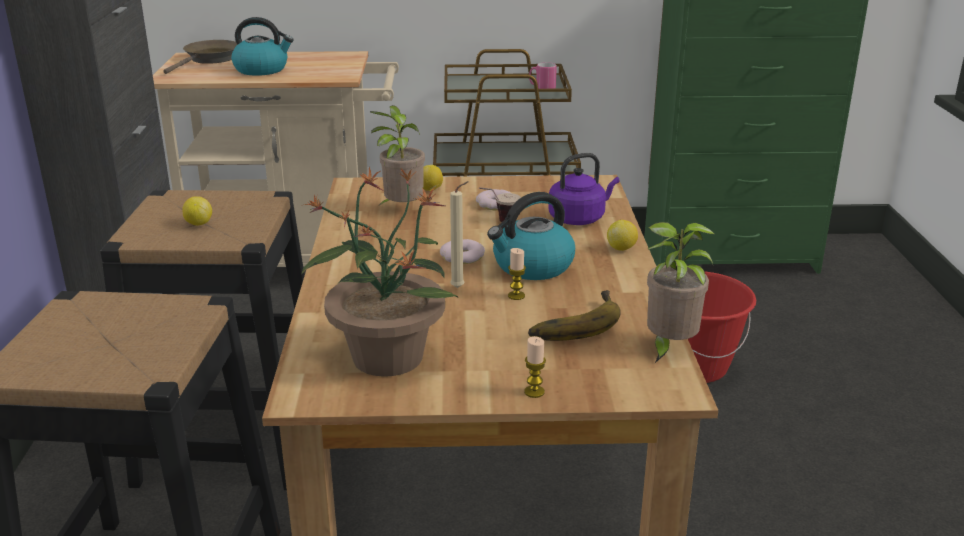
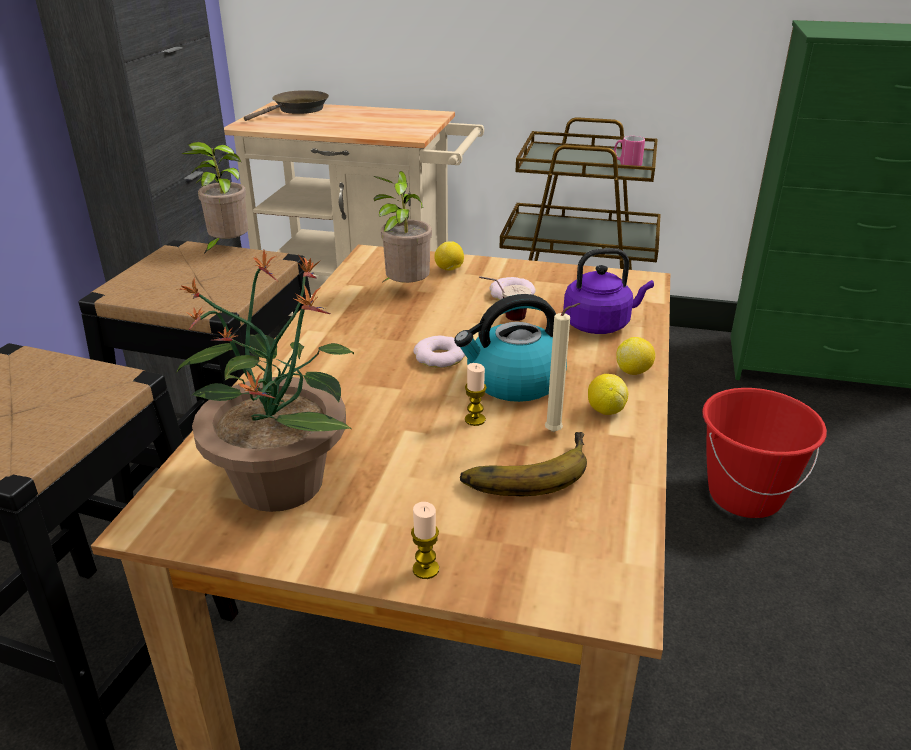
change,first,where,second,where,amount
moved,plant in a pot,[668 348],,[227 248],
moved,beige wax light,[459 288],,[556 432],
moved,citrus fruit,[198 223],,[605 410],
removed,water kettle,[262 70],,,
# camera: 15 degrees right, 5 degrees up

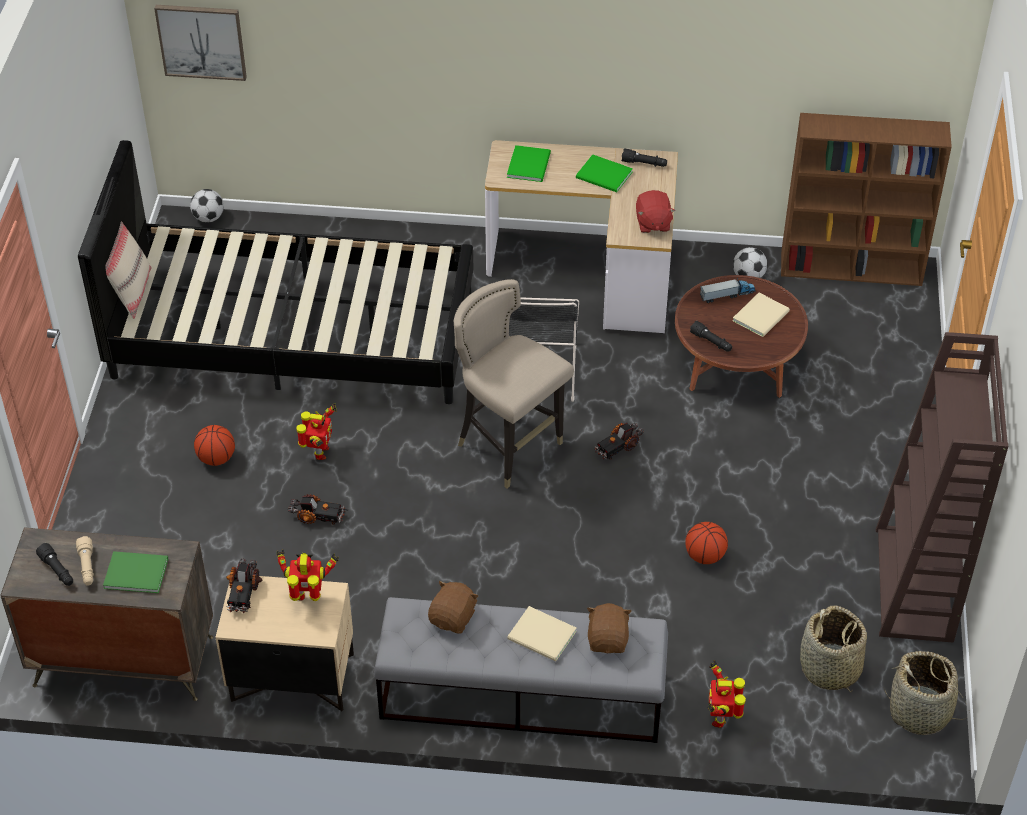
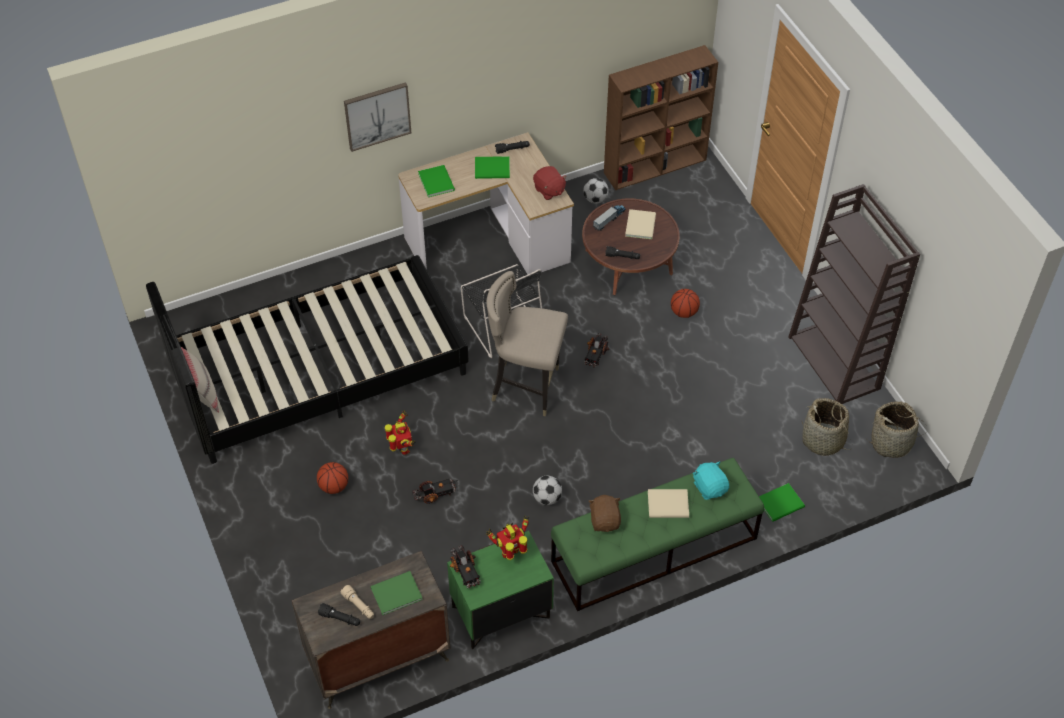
change,first,where,second,where,amount
moved,wall art,[201 41],,[377 115],
recoloured,beige night table,[291 679],greenish night table,[501 613],
moved,football ball,[209 218],,[547 498],
recoloured,greyish indoor bench,[520 695],greenish indoor bench,[653 550],
moved,ball for basketball,[705 556],,[684 312],
recoloured,brown cuddly toy,[608 640],turquoise cuddly toy,[710 487],
replaced,model robot,[720 717],greenish bound book,[782 503],
# camera: 30 degrees left, 5 degrees up

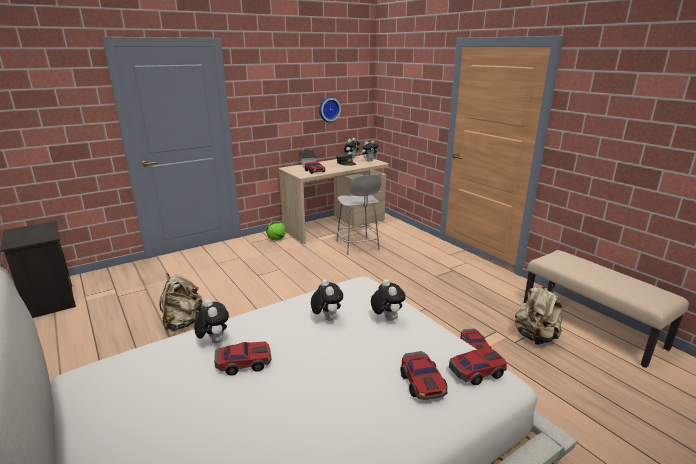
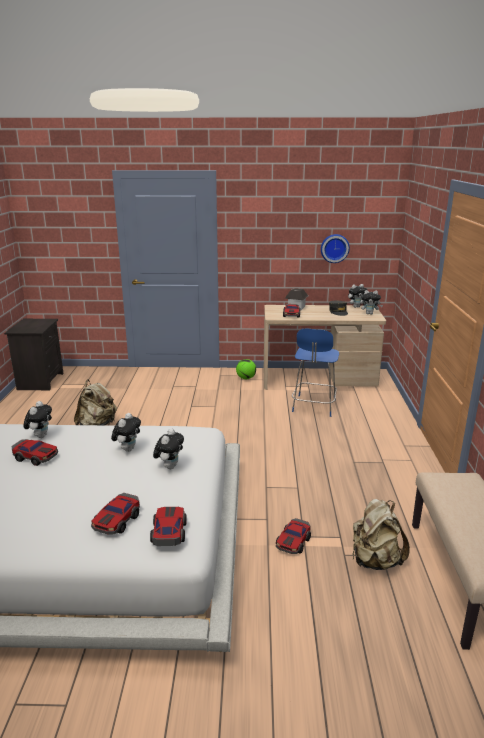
change,first,where,second,where,amount
turned,model car,[476 371],,[168 533],105 degrees counterclockwise
recoloured,greyish upright chair,[358 246],blue-coloured upright chair,[313 406],
# camera: 35 degrees right, 0 degrees up

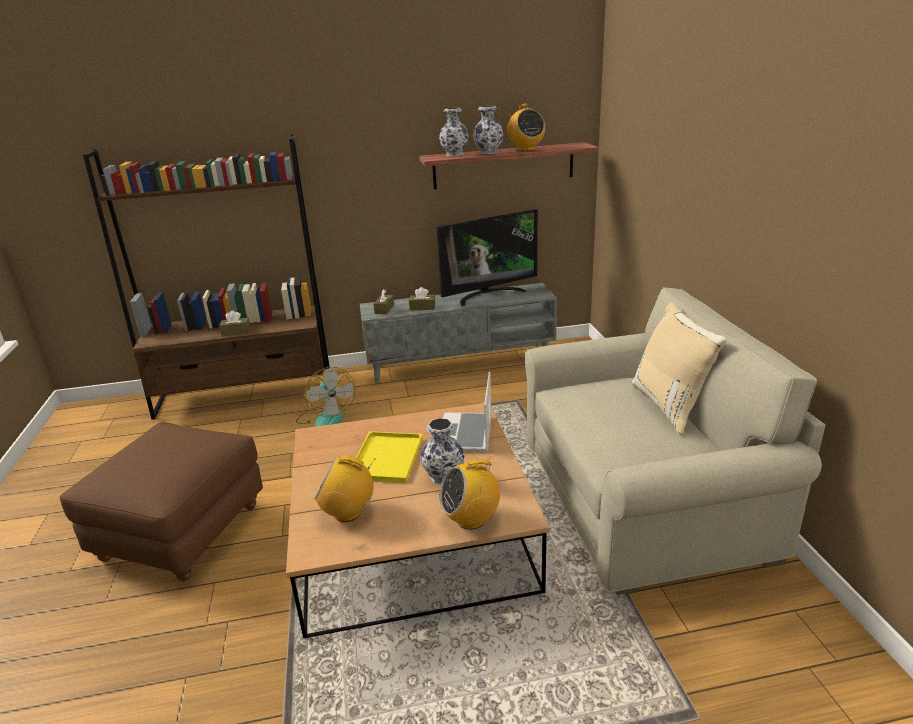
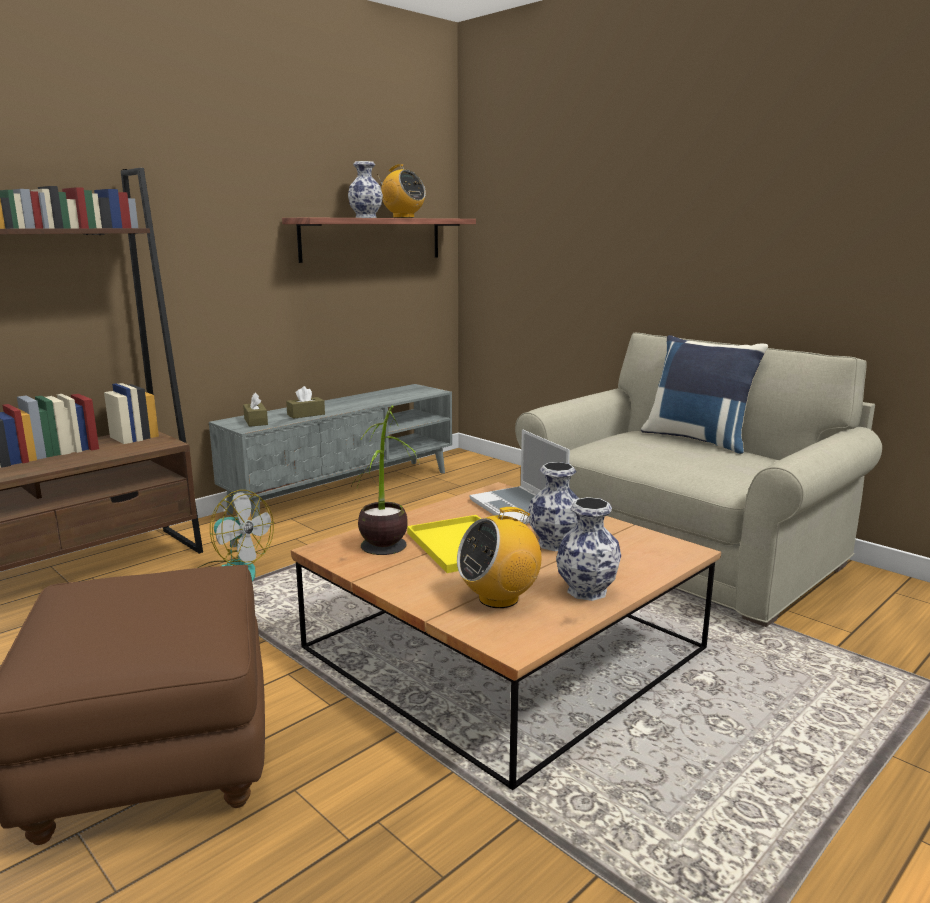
change,first,where,second,where,amount
added,,,plant in a pot,[385 557],
moved,decorative vase,[454 154],,[588 591],
recoloured,beige throw pillow,[670 405],blue-coloured throw pillow,[698 439],
removed,brown tissue box,[236 332],,,
removed,TV,[488 294],,,
removed,radio receiver,[471 519],,,
# camera: 35 degrees left, 10 degrees down

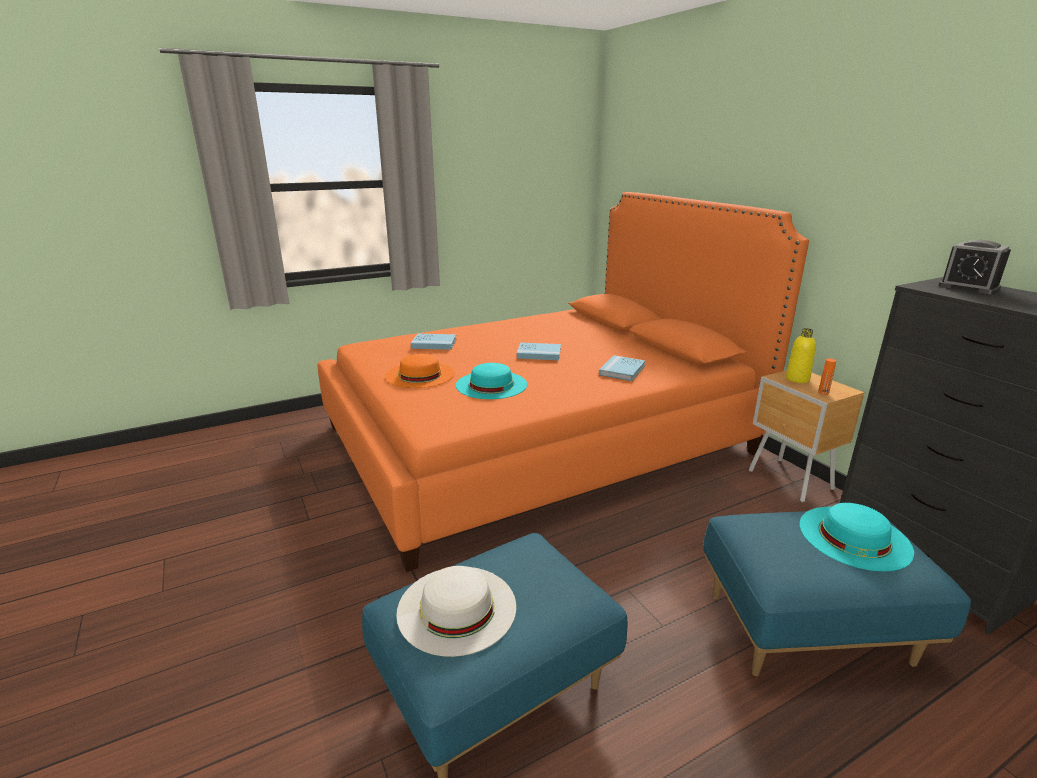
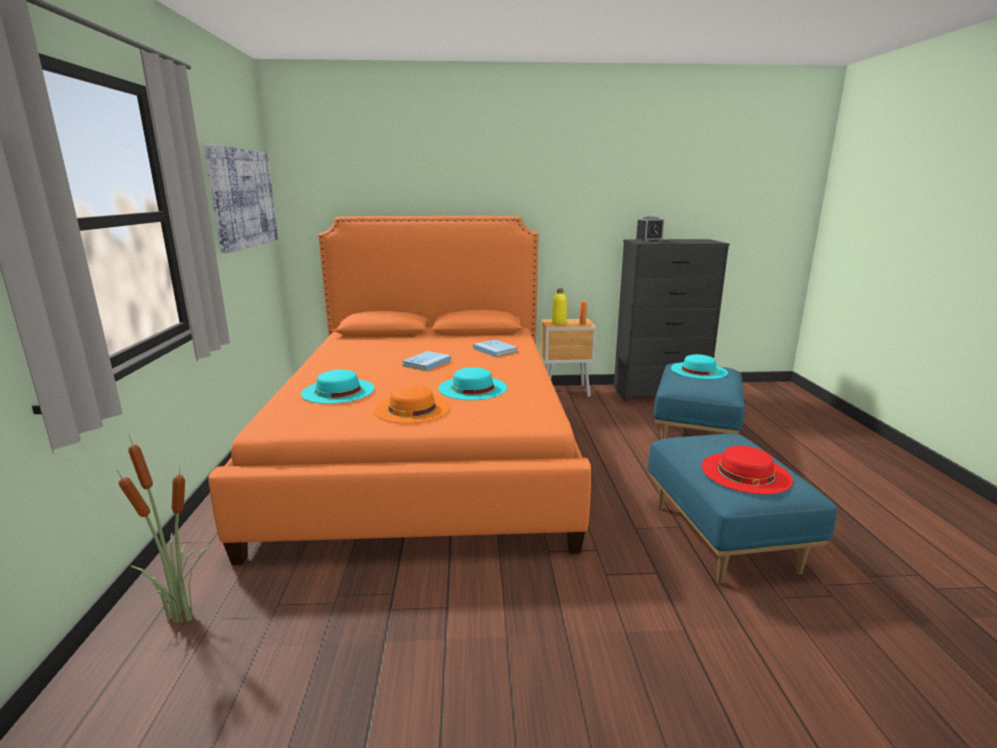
change,first,where,second,where,amount
added,,,plant in a pot,[182 614],
added,,,wall art,[241 198],
replaced,blue-coloured bound book,[434 344],turquoise clothing hat,[338 391],
recoloured,white clothing hat,[456 608],red clothing hat,[745 472],
# camera: 65 degrees left, 5 degrees down

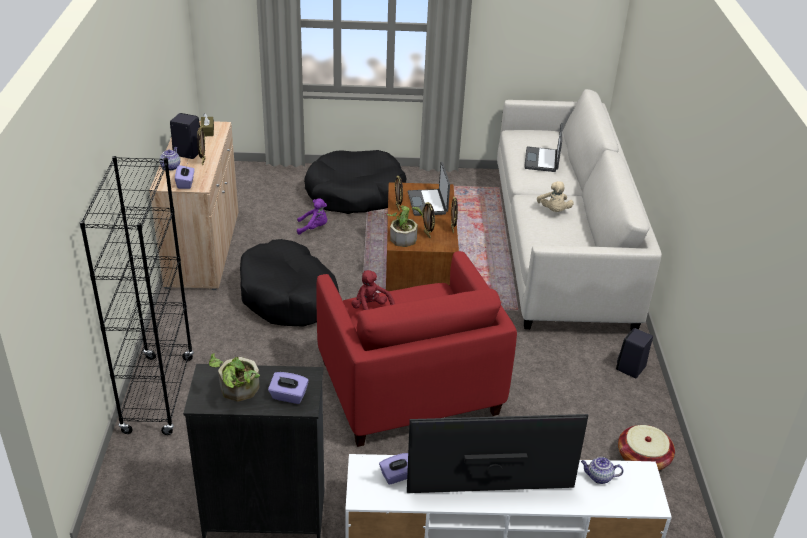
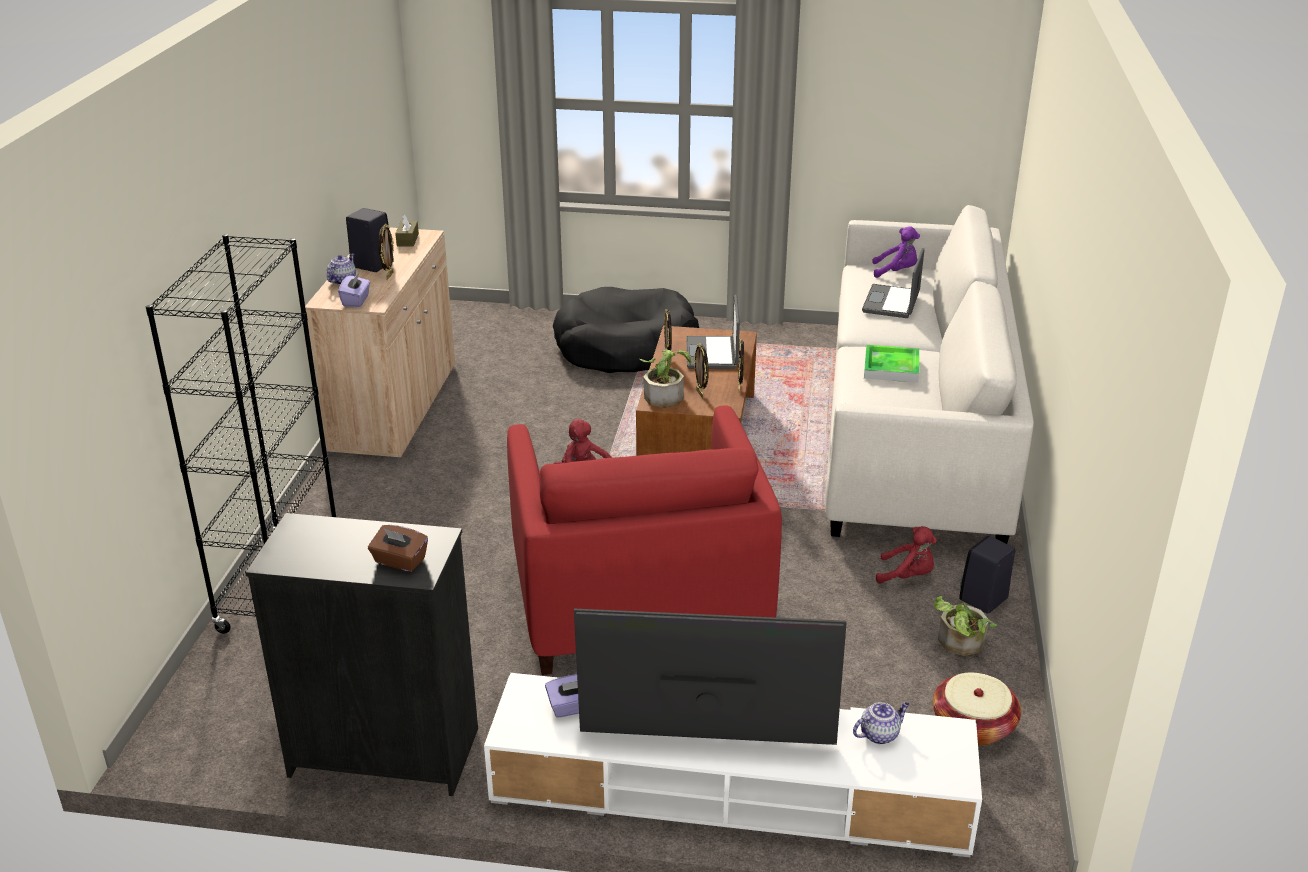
change,first,where,second,where,amount
recoloured,purple tissue box,[288 396],brown tissue box,[399 561],
turned,pot for tea,[599 477],,[879 734],135 degrees clockwise
replaced,beige cuddly toy,[553 211],tray,[891 368],
moved,purple cuddly toy,[314 228],,[896 272],
added,,,red cuddly toy,[907 576],
moved,plant in a pot,[237 392],,[959 645],
removed,blackish dog bed,[289 296],,,
# camera: 10 degrees right, 5 degrees down

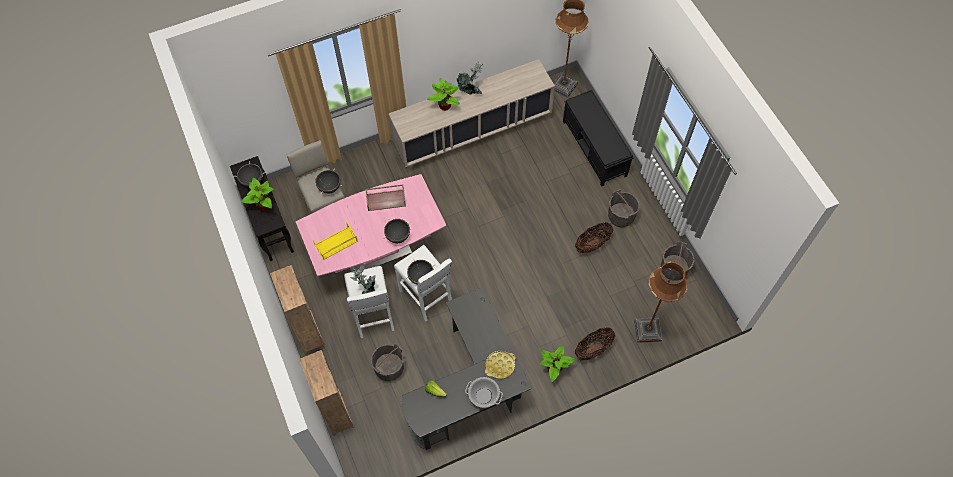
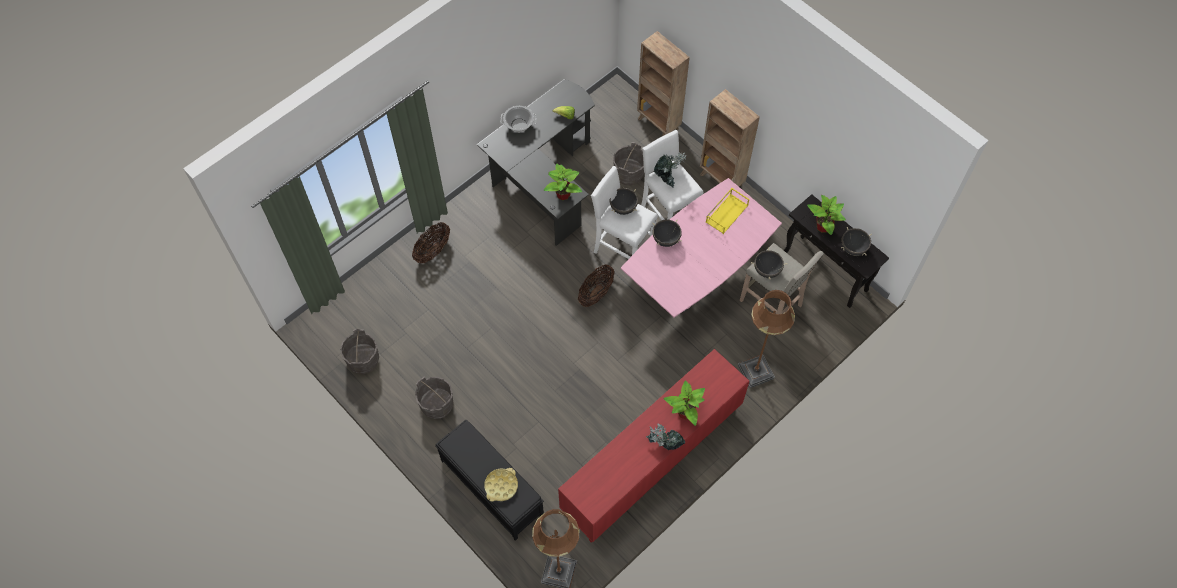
change,first,where,second,where,amount
moved,yellowish tray,[500 366],,[501 486],
moved,plant in a pot,[554 369],,[563 194],
recoloured,beige cabinet,[472 132],red cabinet,[652 460],
moved,household basket,[592 244],,[596 293],
moved,brown floor lamp,[647 330],,[755 372],
removed,brown tray,[386 199],,,
# camera: 160 degrees right, 0 degrees up

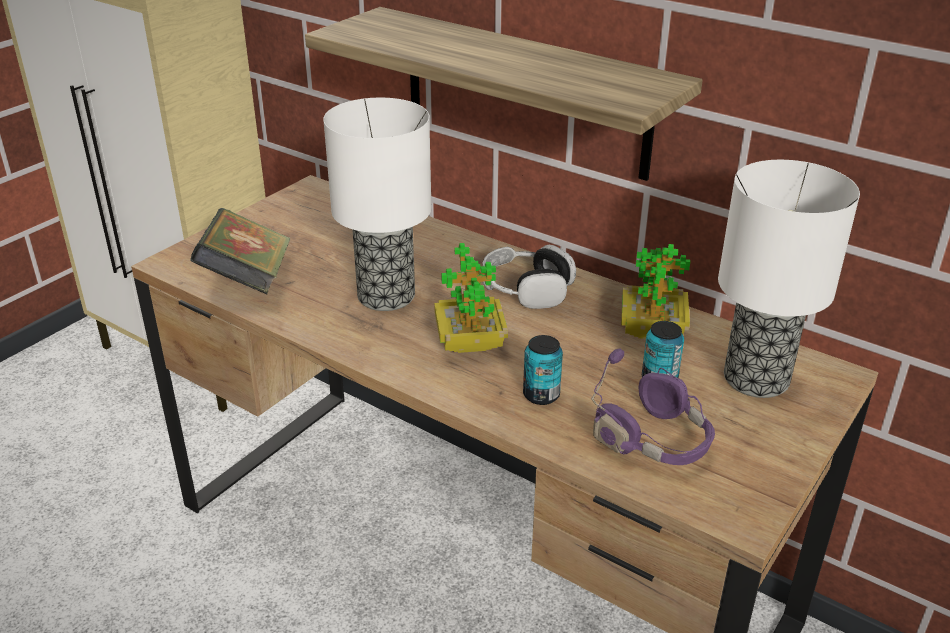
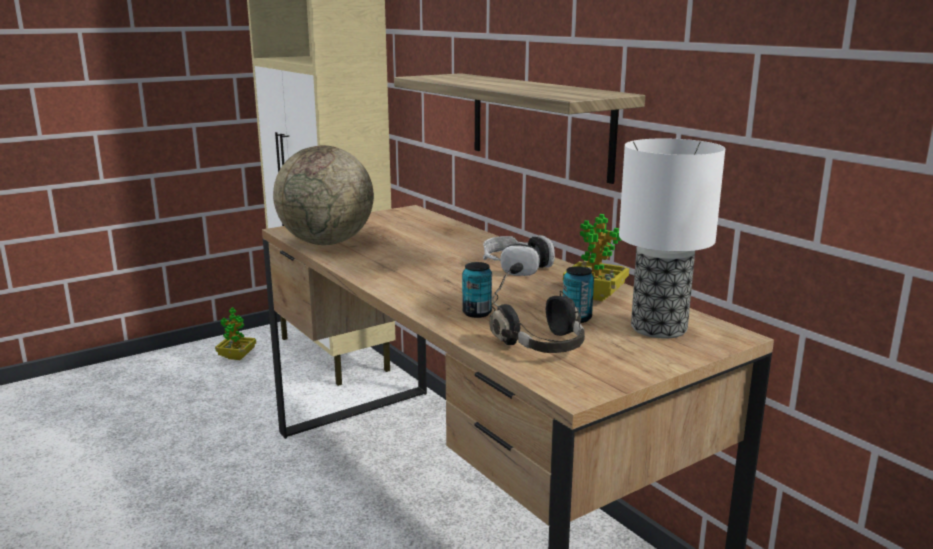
change,first,where,second,where,amount
moved,plant in a pot,[470 343],,[237 356],
replaced,bound book,[248 281],desk globe,[327 242],
recoloured,purple headphones,[655 441],blackish headphones,[542 345],
removed,table lamp,[387 295],,,
# camera: 20 degrees right, 15 degrees down

